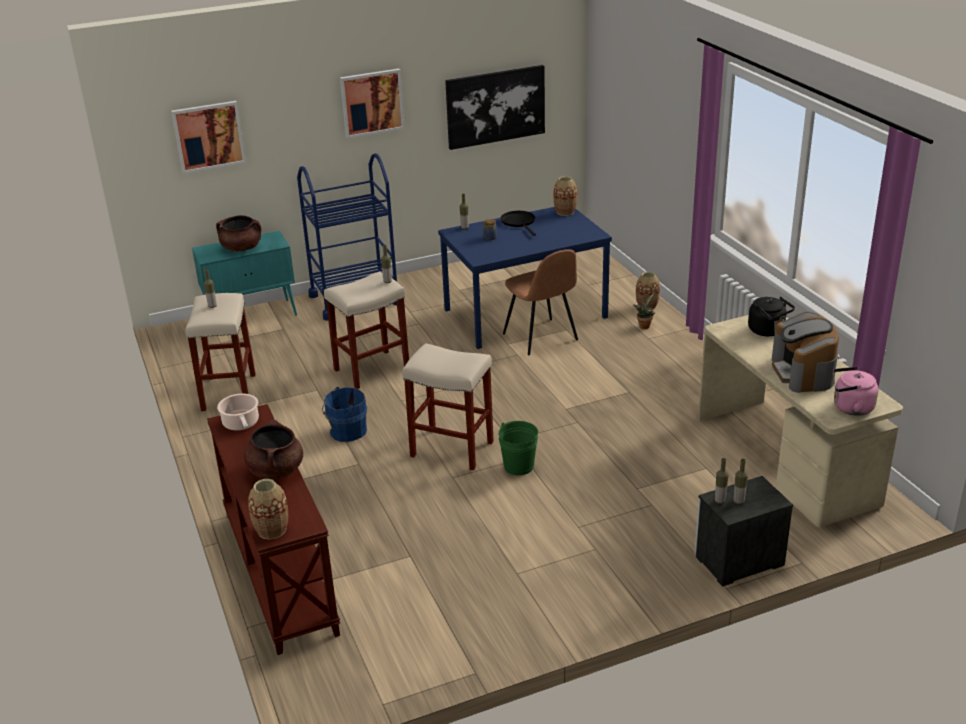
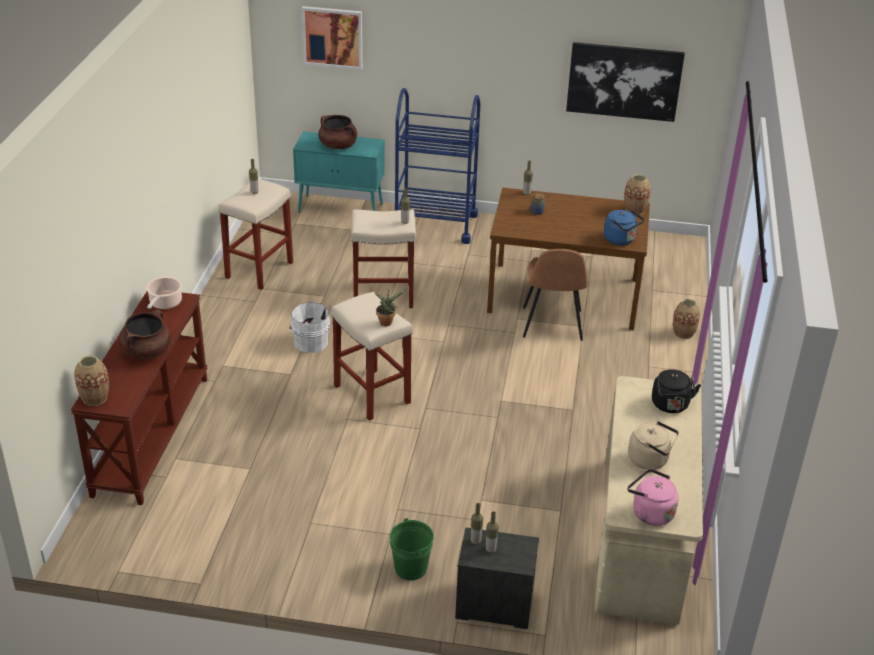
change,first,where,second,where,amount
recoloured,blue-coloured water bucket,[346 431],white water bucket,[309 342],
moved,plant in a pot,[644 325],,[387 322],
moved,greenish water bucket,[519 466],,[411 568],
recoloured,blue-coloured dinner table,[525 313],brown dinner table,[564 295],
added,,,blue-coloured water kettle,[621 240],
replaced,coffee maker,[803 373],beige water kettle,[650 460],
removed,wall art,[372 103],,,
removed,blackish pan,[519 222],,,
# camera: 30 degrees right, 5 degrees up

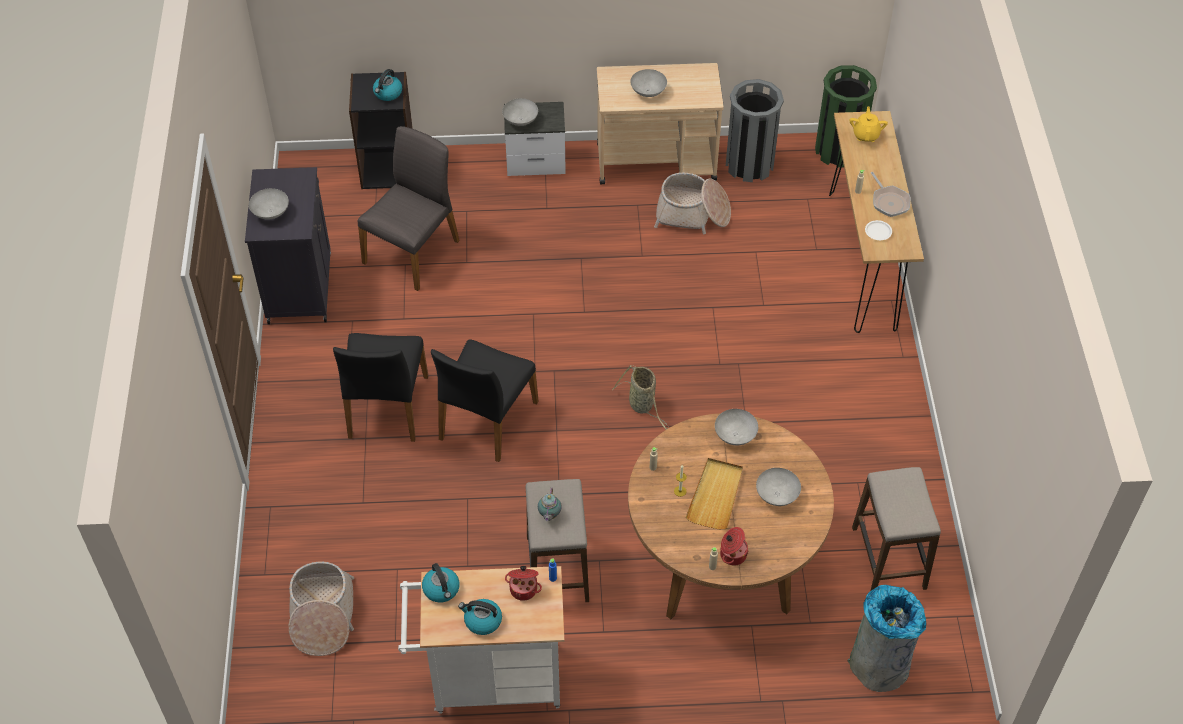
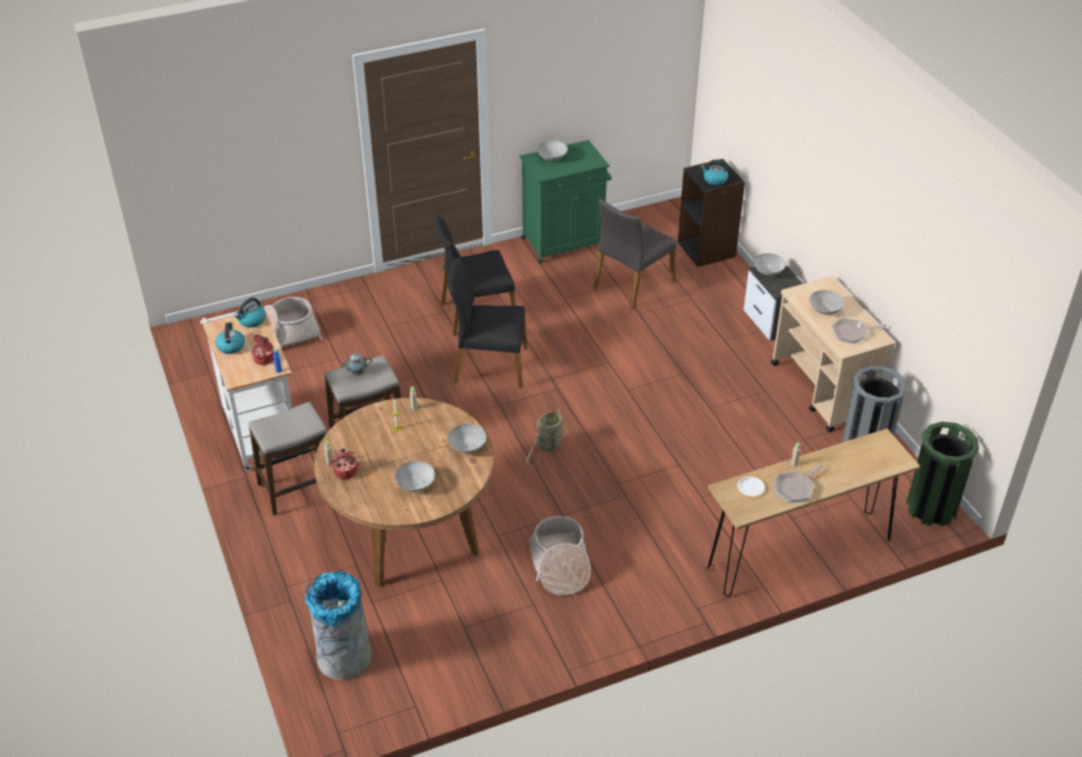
change,first,where,second,where,amount
moved,stool,[889 558],,[298 488],
recoloured,blackish cabinet,[299 286],greenish cabinet,[564 242],
moved,household basket,[692 214],,[560 565],
turned,greyish upright chair,[413 251],,[632 284],120 degrees clockwise
added,,,pan,[852 333],
removed,beige tray,[715 495],,,
removed,yellowish pot for tea,[866 135],,,
# camera: 70 degrees right, 10 degrees down

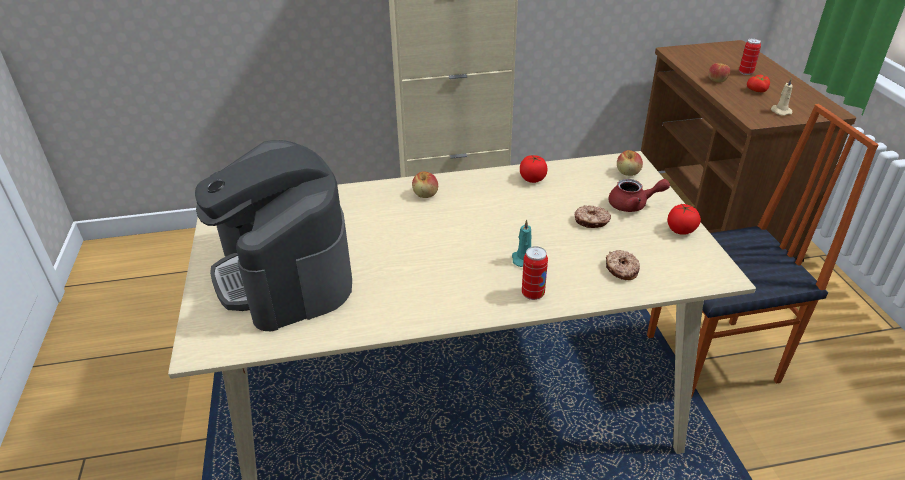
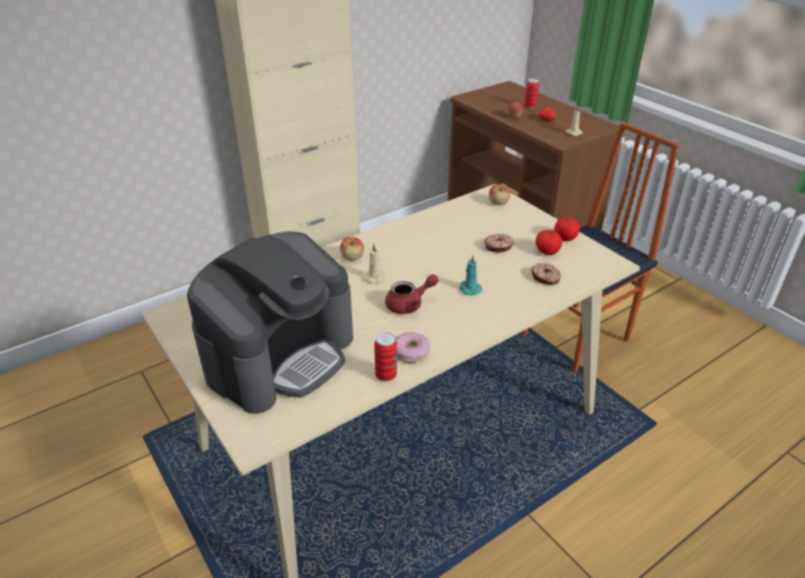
change,first,where,second,where,amount
turned,coffee maker,[285 273],,[280 355],90 degrees counterclockwise
added,,,beige wax light,[375 277],
moved,metal can,[533 294],,[386 375],
moved,red pot for tea,[633 205],,[409 304],
added,,,doughnut,[410 352],
moved,fresh tomato,[532 179],,[547 251],
# camera: 25 degrees left, 0 degrees up

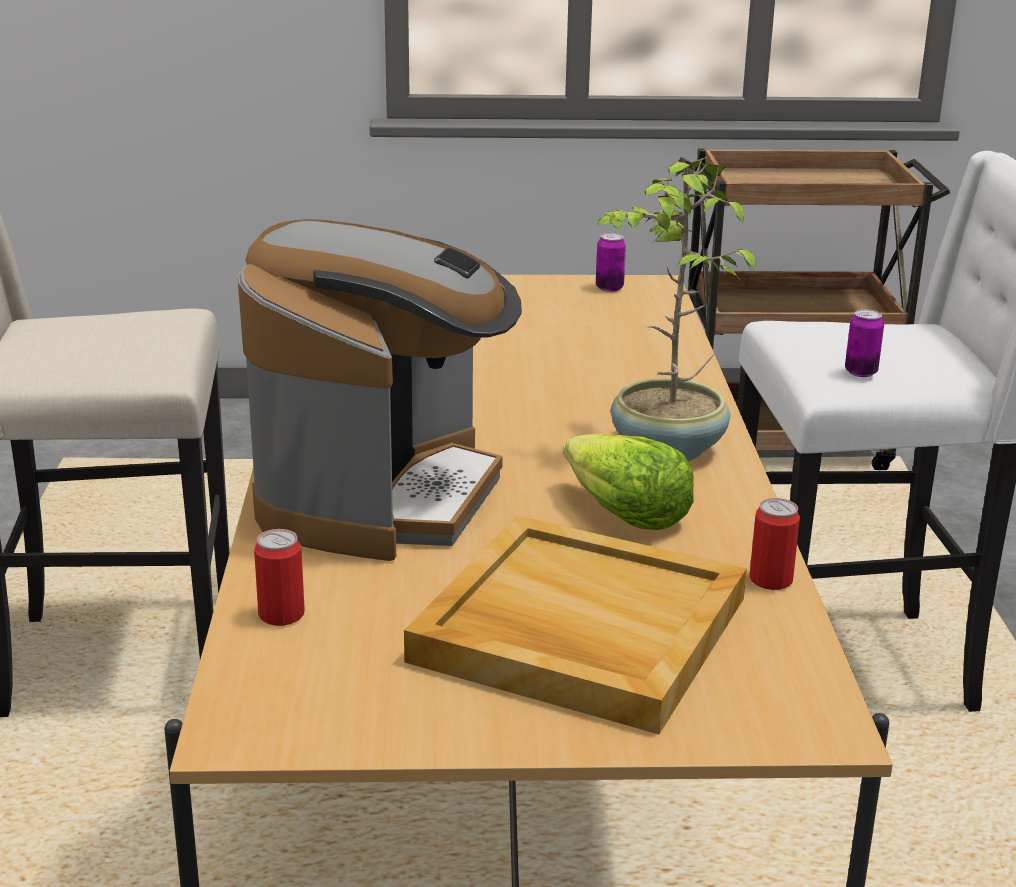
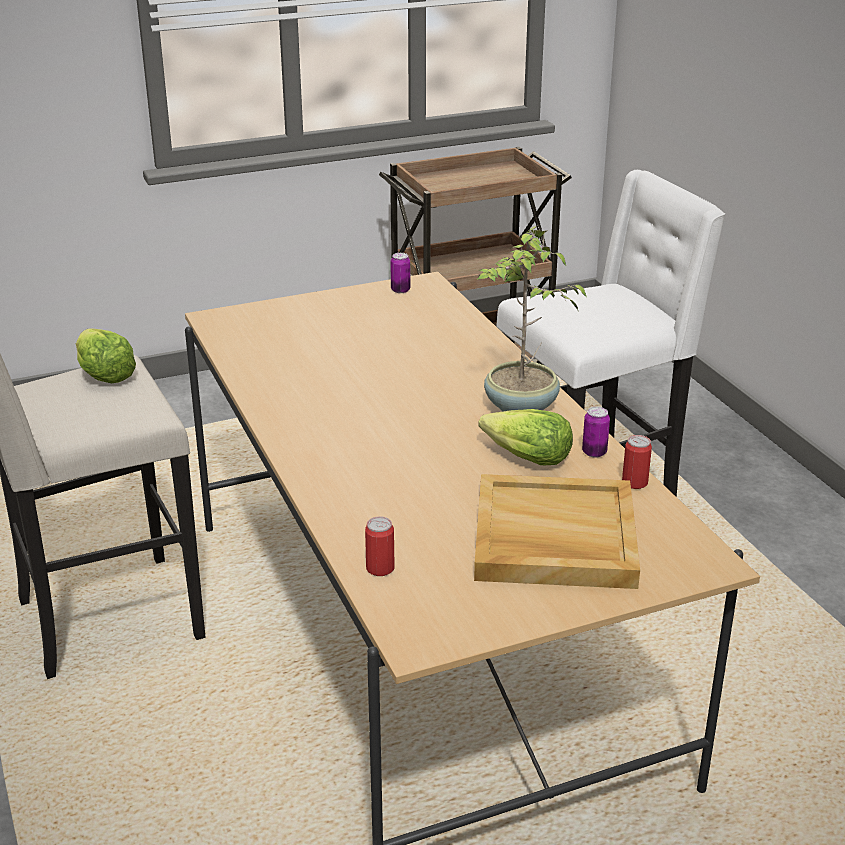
change,first,where,second,where,amount
added,,,lettuce,[104 374],
moved,metal can,[860 372],,[594 452],
removed,coffee maker,[382 496],,,
# camera: 20 degrees left, 5 degrees up

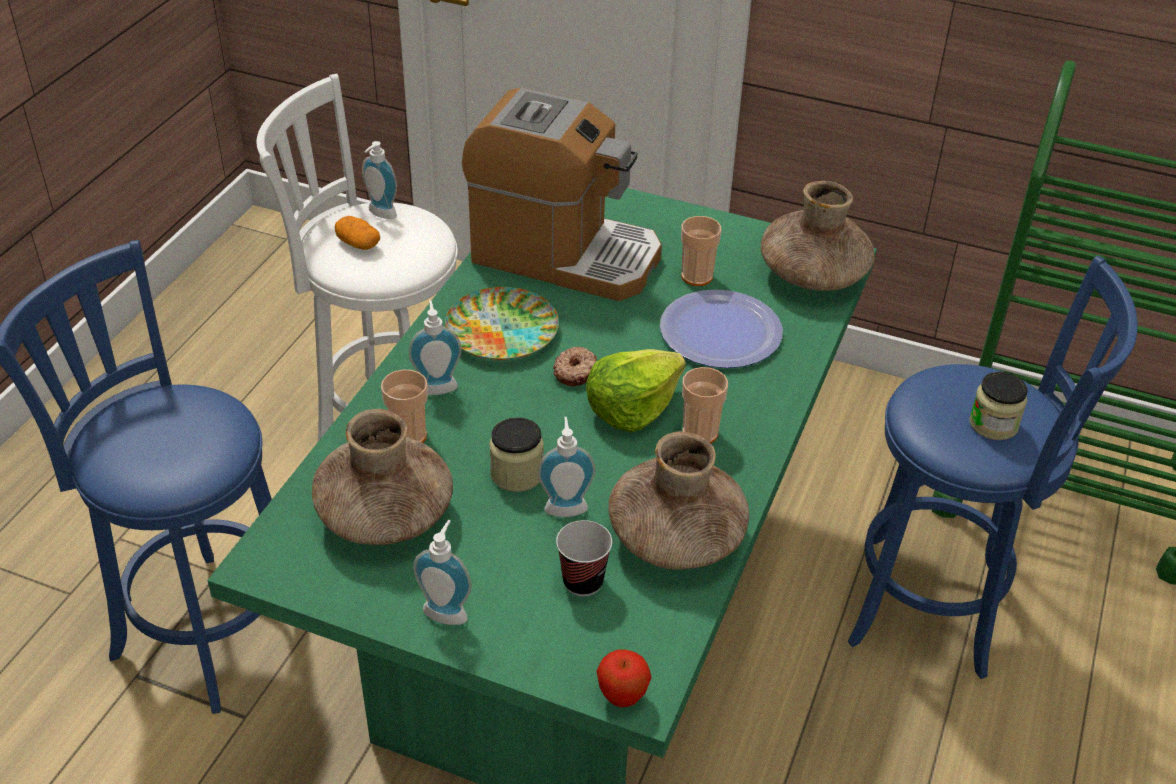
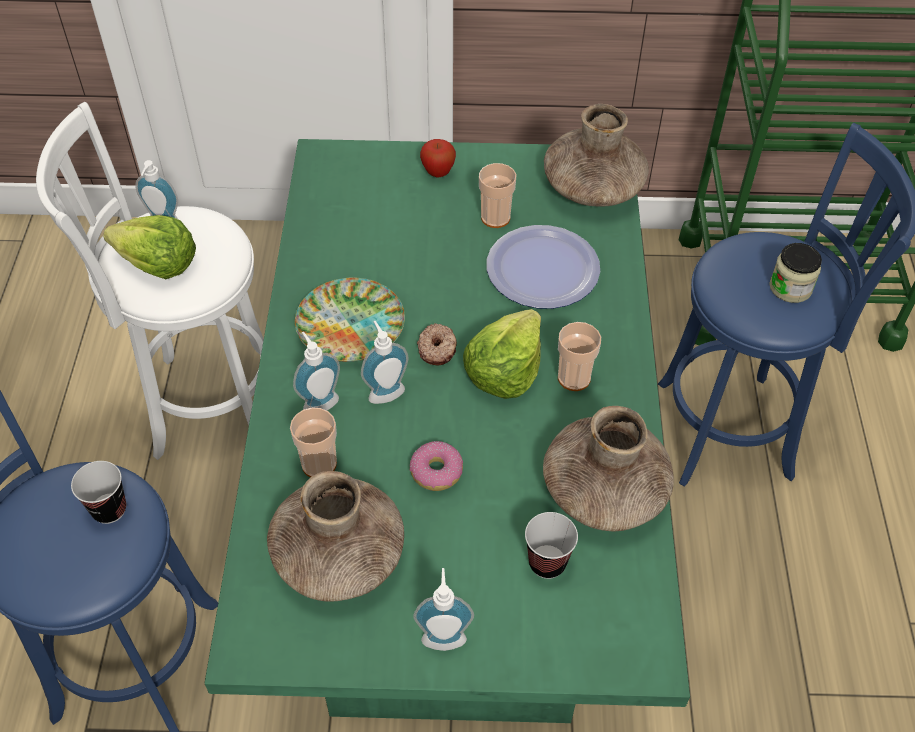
change,first,where,second,where,amount
added,,,small cup,[109 509],
replaced,potato,[358 244],lettuce,[158 264],
moved,liquid soap bottle,[565 505],,[385 391],
replaced,jar,[517 474],doughnut,[436 472],
moved,whole apple,[622 697],,[438 173],
removed,coffee maker,[564 254],,,
# camera: 20 degrees left, 10 degrees up

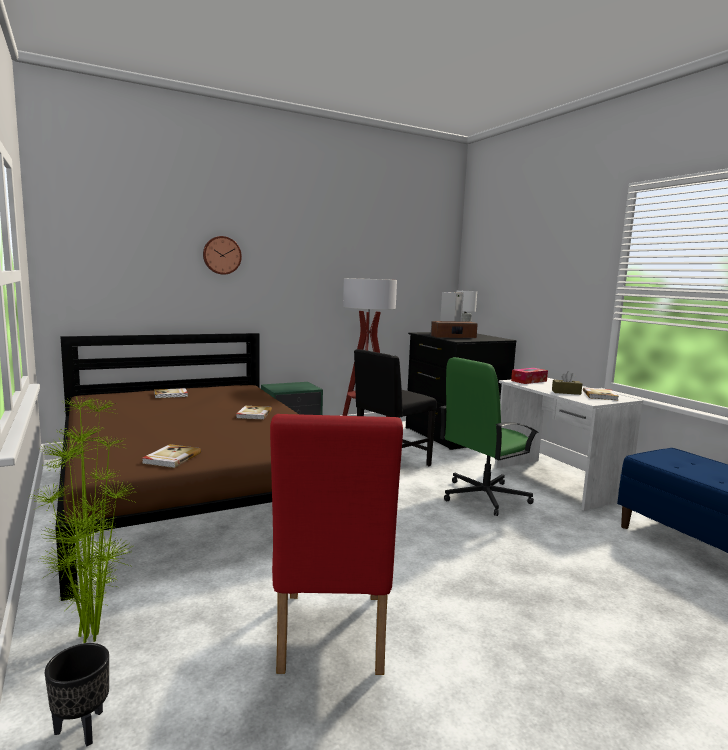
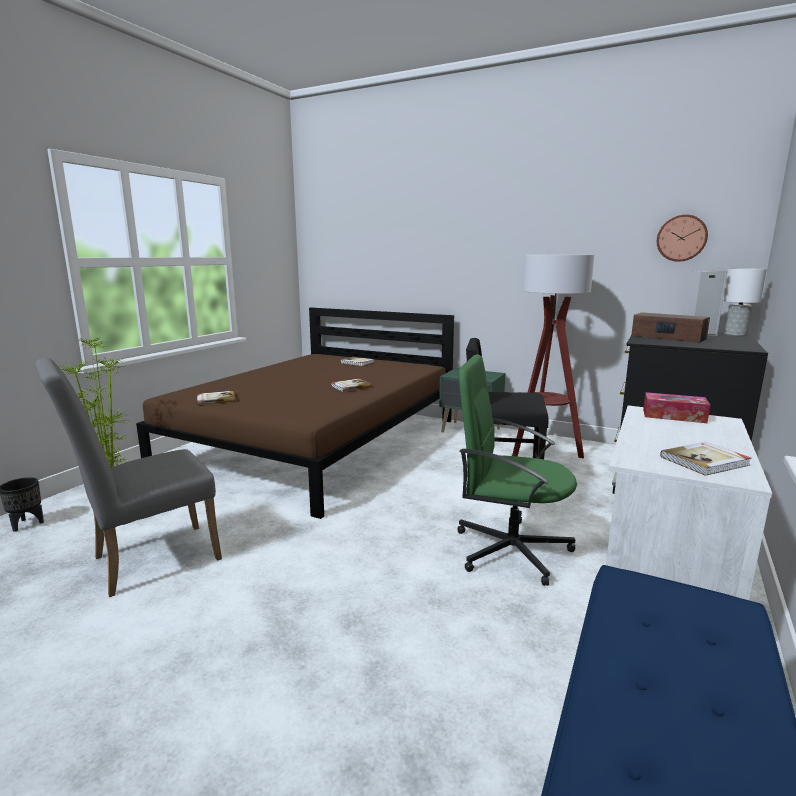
change,first,where,second,where,amount
recoloured,red upright chair,[330 639],greyish upright chair,[146 560],
moved,clock on the wall,[221 255],,[681 238],
removed,brown tissue box,[566 392],,,
# camera: 55 degrees right, 5 degrees up

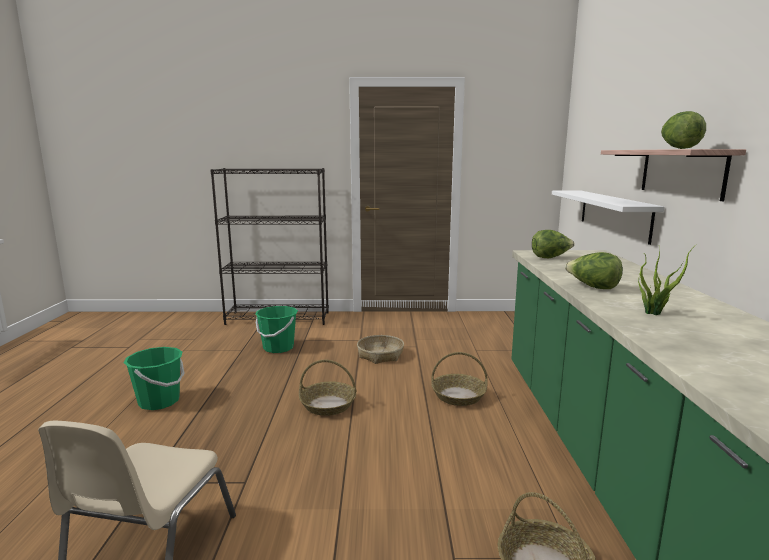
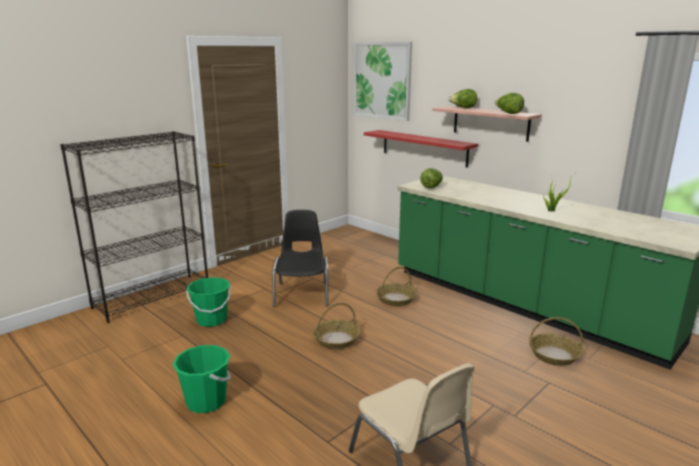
change,first,where,second,where,amount
replaced,household basket,[380 355],blackish upright chair,[302 294],
added,,,wall art,[382 80],
recoloured,white bracket shelf,[613 214],red bracket shelf,[424 148],
moved,lettuce,[592 287],,[463 108],
# camera: 45 degrees left, 5 degrees up

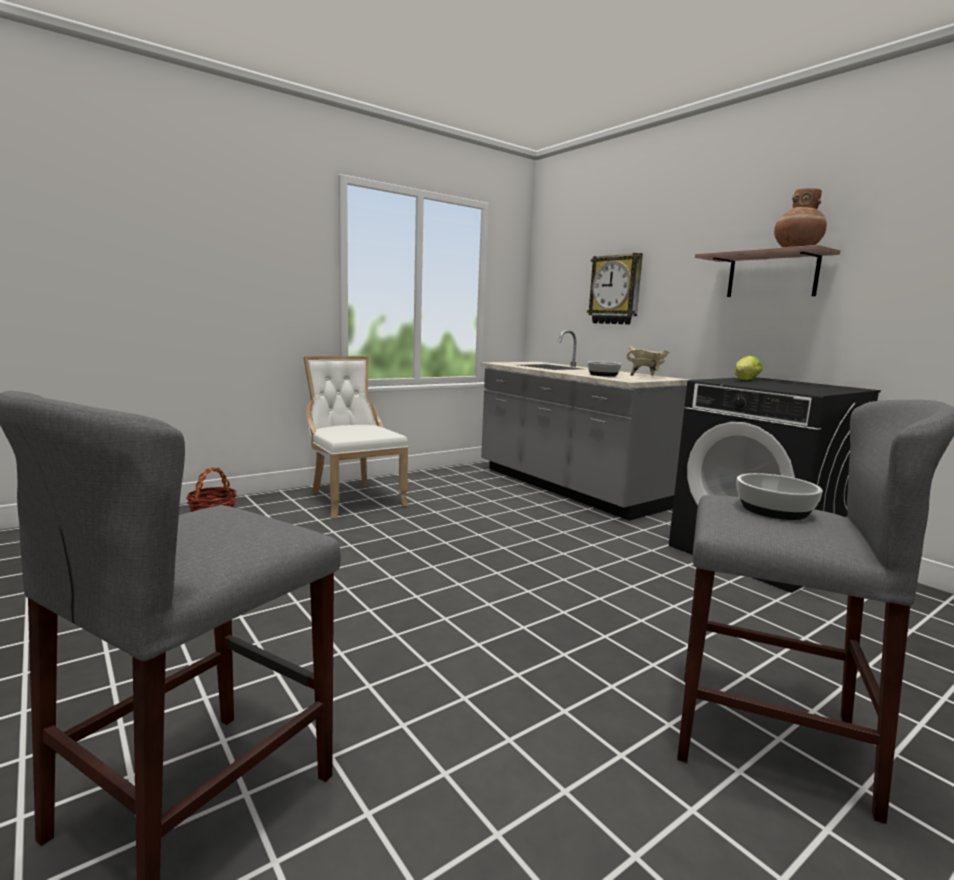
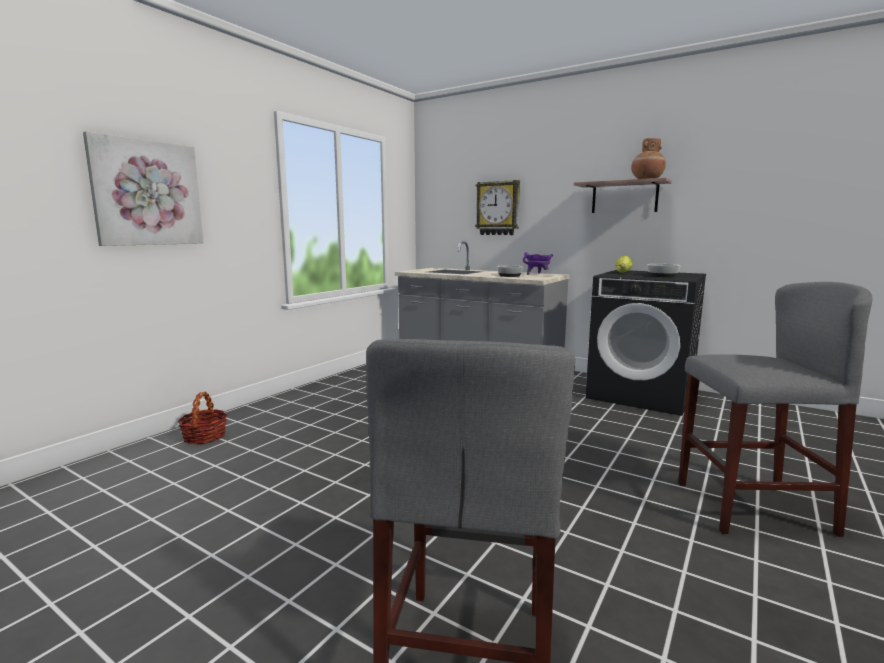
change,first,where,second,where,amount
added,,,wall art,[147 193],
recoloured,beige saucepot,[646 376],purple saucepot,[537 274],
moved,deep dish,[774 510],,[662 276],
removed,white upright chair,[353 499],,,
# camera: 20 degrees left, 0 degrees up

